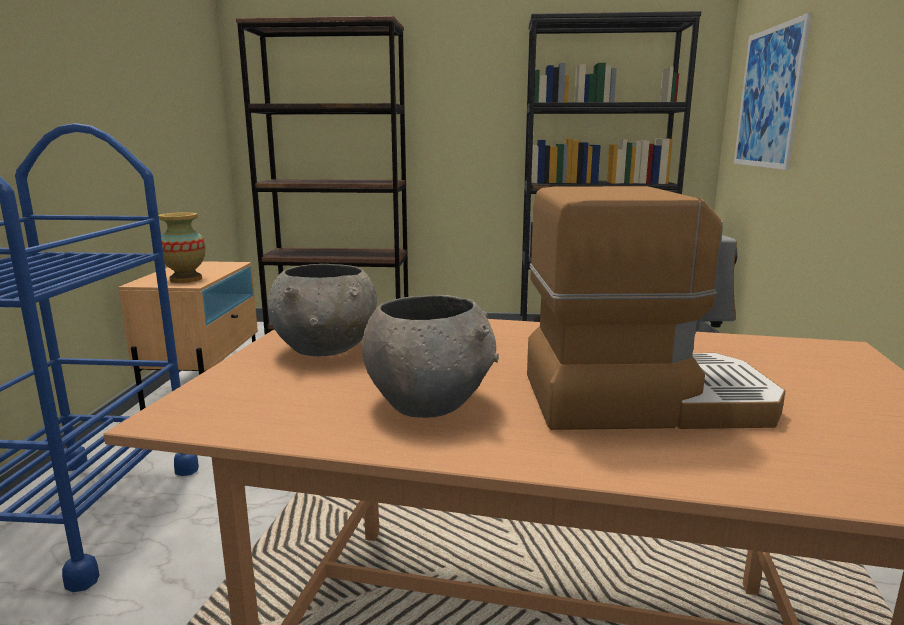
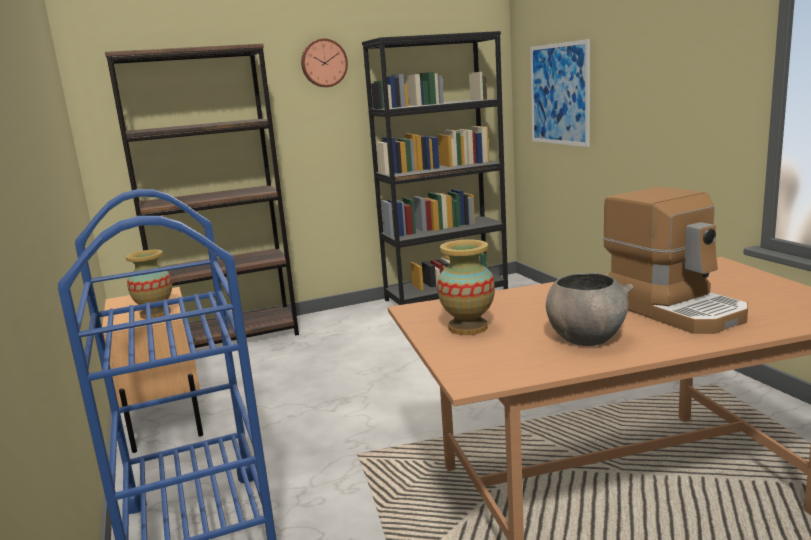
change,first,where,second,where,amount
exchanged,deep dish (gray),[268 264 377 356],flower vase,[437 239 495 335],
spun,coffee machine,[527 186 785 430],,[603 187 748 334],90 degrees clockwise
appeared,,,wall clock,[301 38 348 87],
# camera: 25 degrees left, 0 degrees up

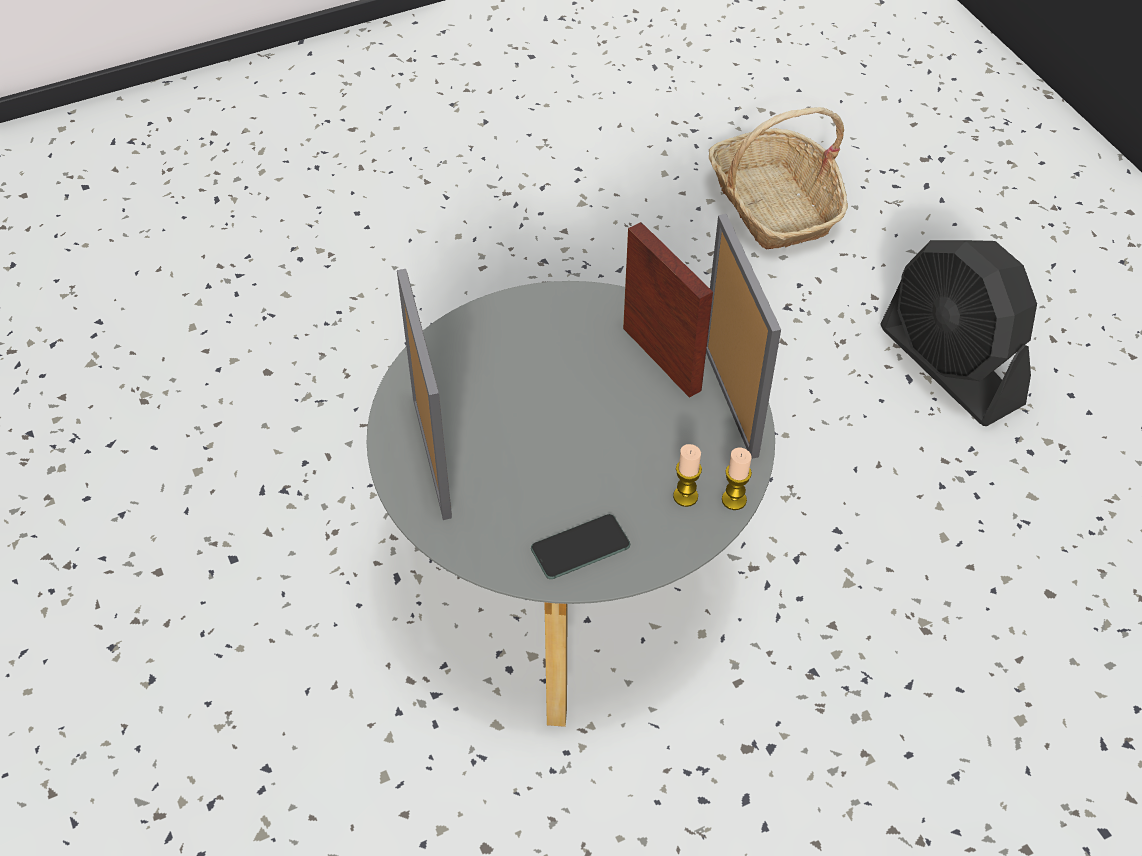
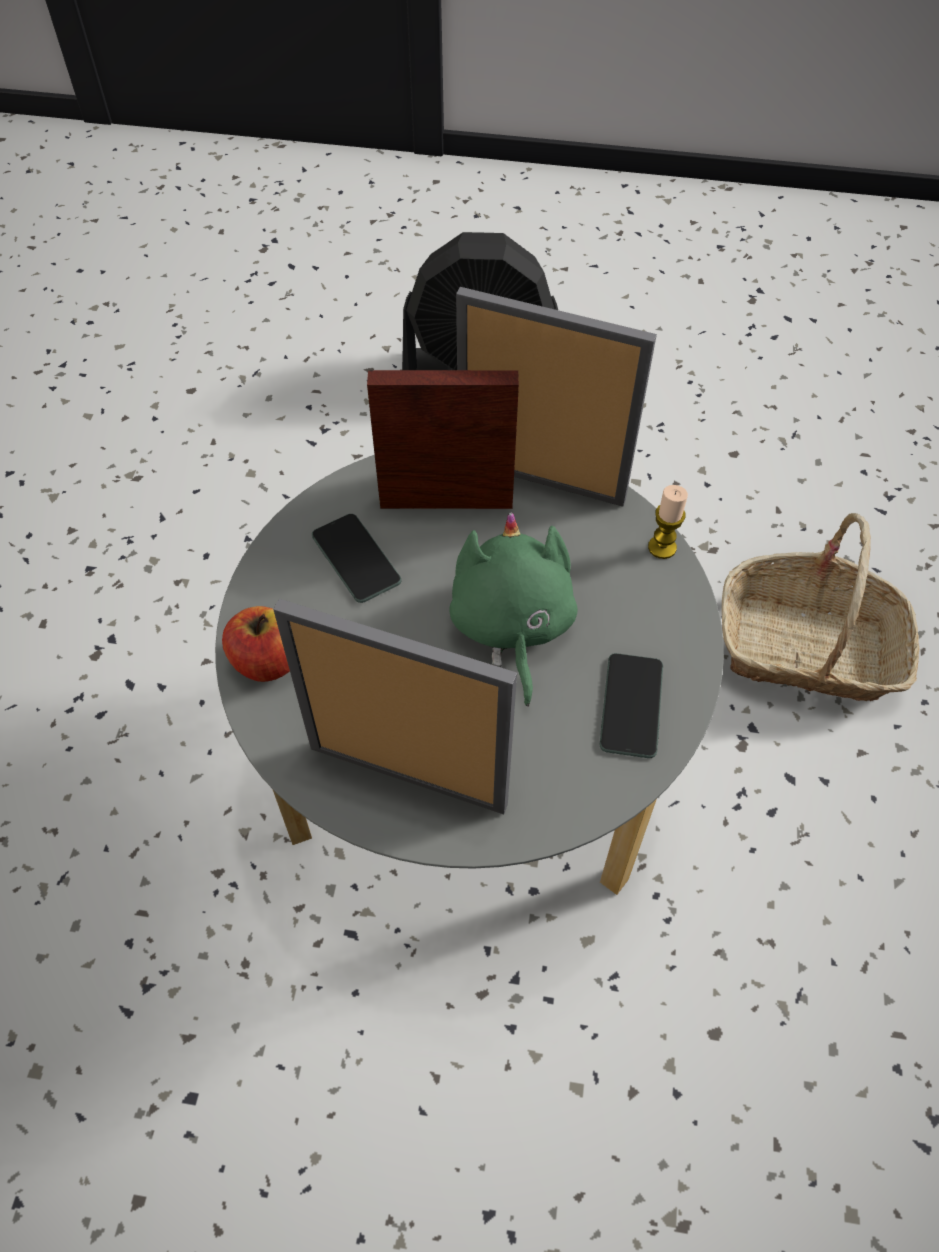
change,first,where,second,where,amount
missing,candle,[673 444 702 507],,,
relocated,household basket,[709 107 848 249],,[722 513 919 701],
appeared,,,whole apple,[222 606 290 682],
appeared,,,telephone,[312 514 401 603],
appeared,,,soft toy (green-coloured),[449 512 578 707],
# camera: 55 degrees left, 5 degrees up

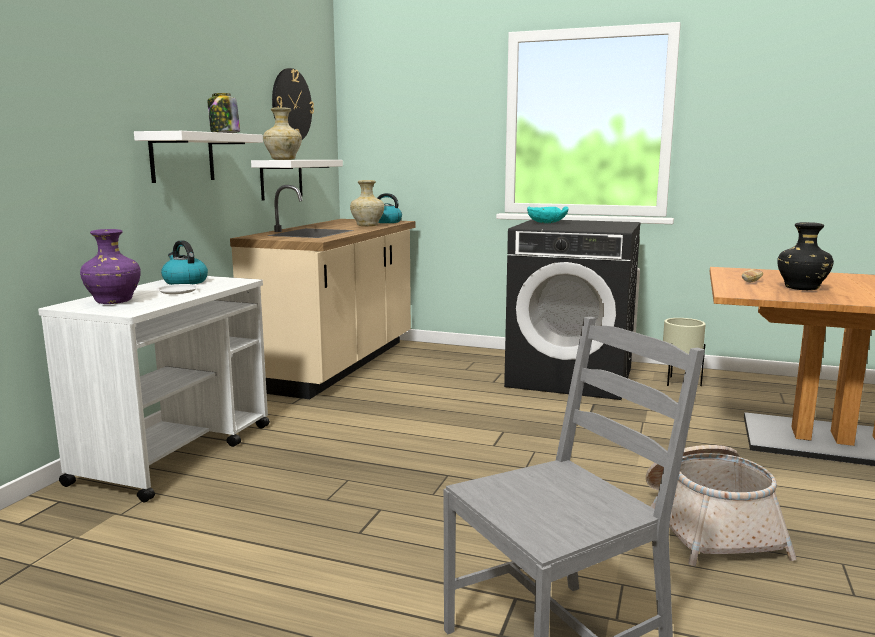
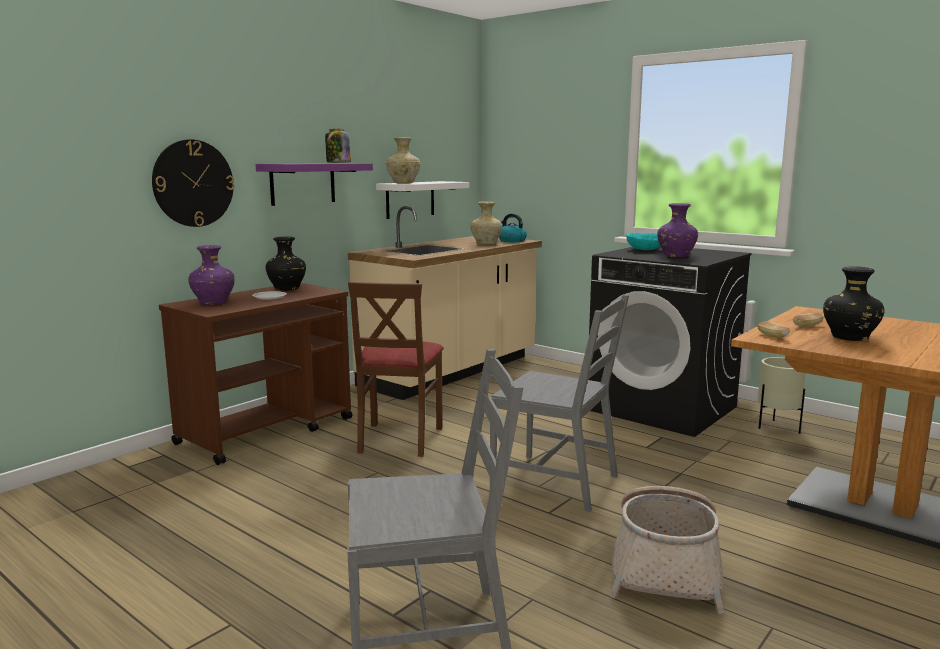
change,first,where,second,where,amount
colour,cart (whitish),[38 276 270 502],cart (brown),[159 283 352 465],
colour,shelf (whitish),[134 131 263 183],shelf (purple),[256 163 373 206],
exchanged,water kettle,[161 240 208 285],flower vase (blackish),[266 237 306 291],
relocated,wall clock,[272 68 314 140],,[152 139 235 227],
appeared,,,plain chair (brown),[348 282 444 457],
appeared,,,plain chair (gray),[490 295 629 512],
appeared,,,flower vase (purple),[657 203 698 257],
appeared,,,bread,[757 321 790 338],
# camera: 20 degrees right, 0 degrees up

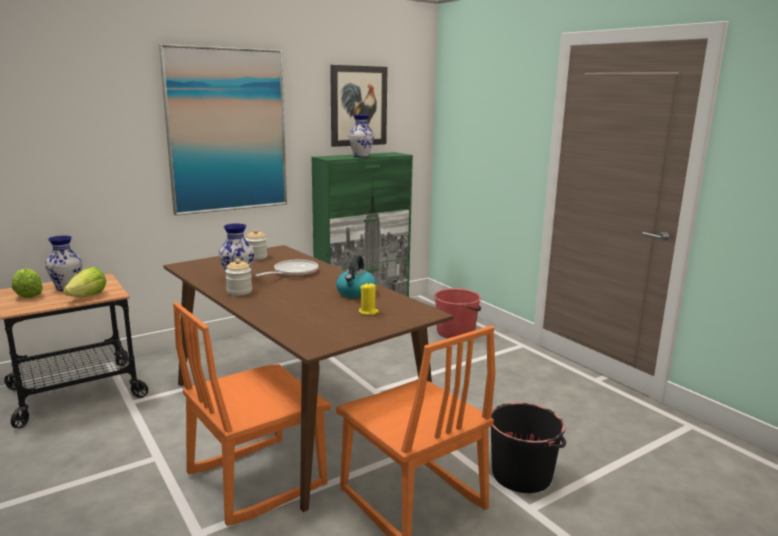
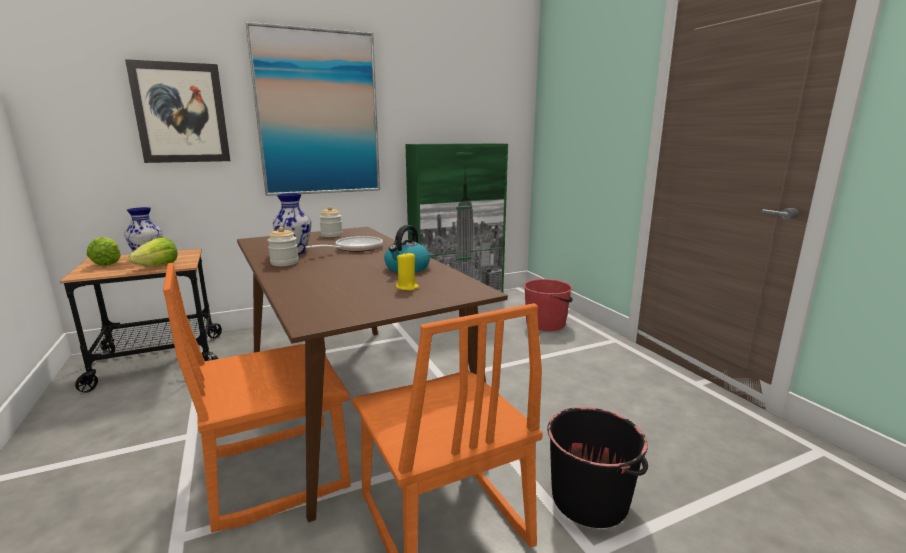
change,first,where,second,where,amount
relocated,wall art,[330 65 388 147],,[125 59 230 163],
missing,flower vase,[349 115 374 157],,,
# camera: 10 degrees right, 0 degrees up

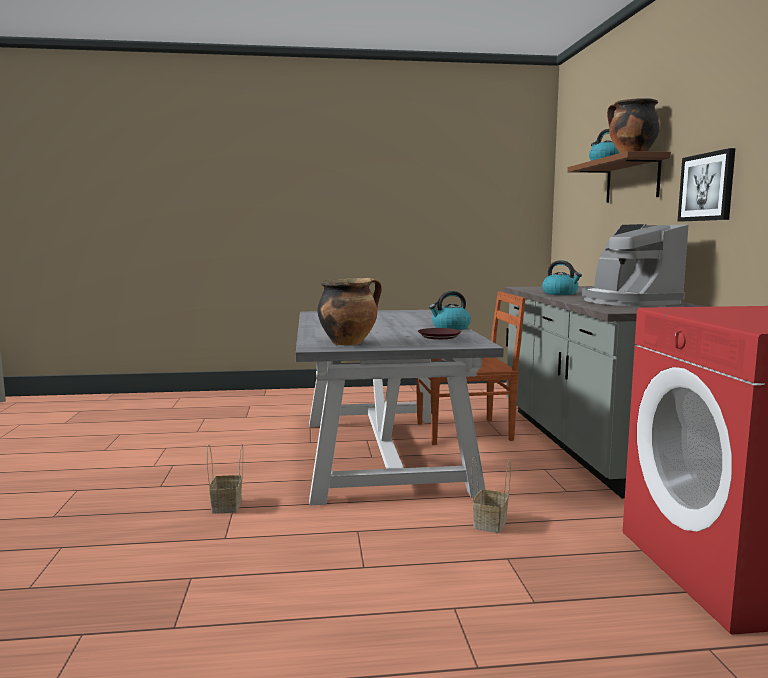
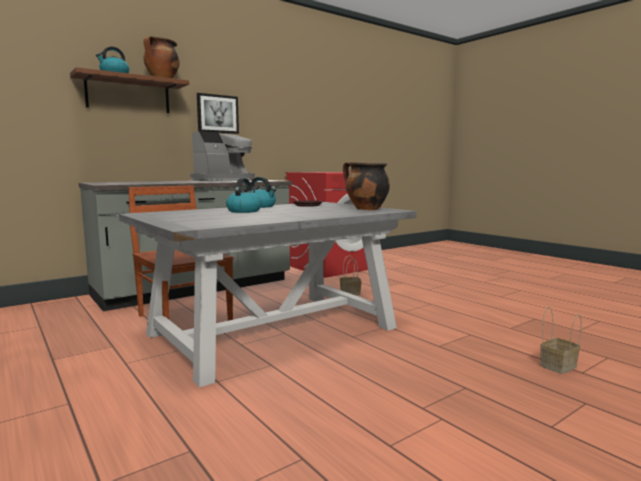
change,first,where,second,where,amount
relocated,household basket,[207 444 243 514],,[540 306 582 374],
relocated,water kettle,[542 260 582 295],,[226 178 261 213],
# camera: 120 degrees left, 0 degrees up

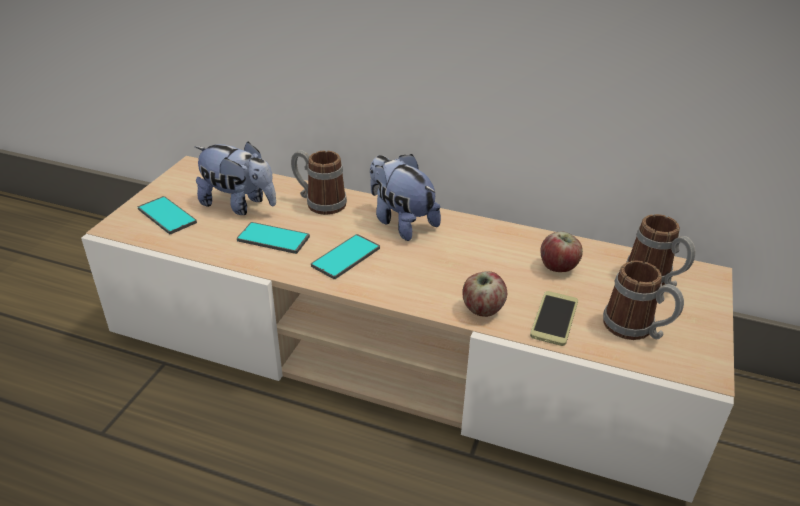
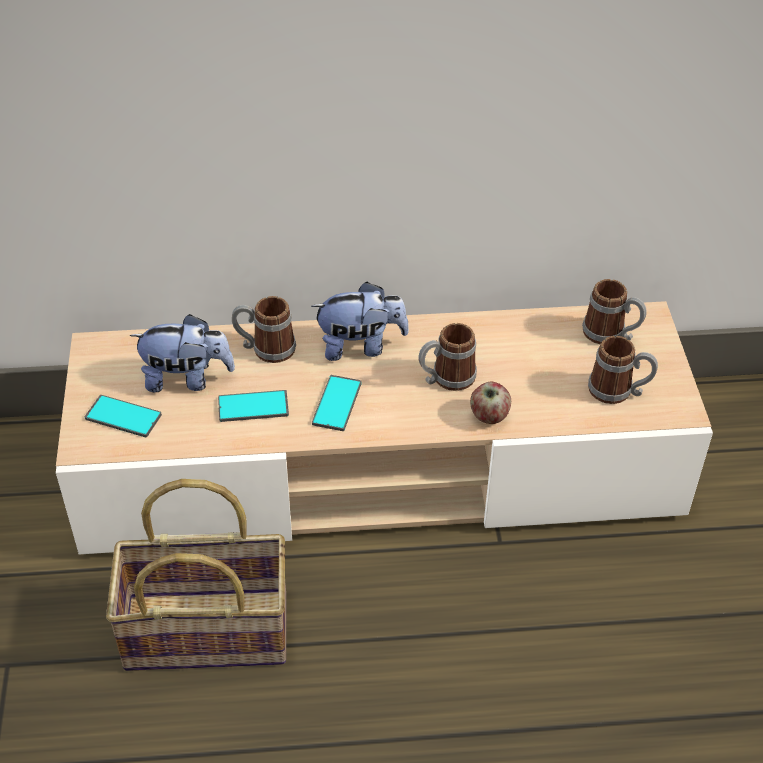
change,first,where,second,where,amount
spun,soft toy,[370 154 441 241],,[311 282 409 361],150 degrees clockwise
missing,telephone,[530 291 578 346],,,
missing,whole apple,[540 232 583 272],,,
appeared,,,household basket,[106 479 286 671],
appeared,,,coffee mug,[418 323 477 391],
# camera: 25 degrees left, 10 degrees up

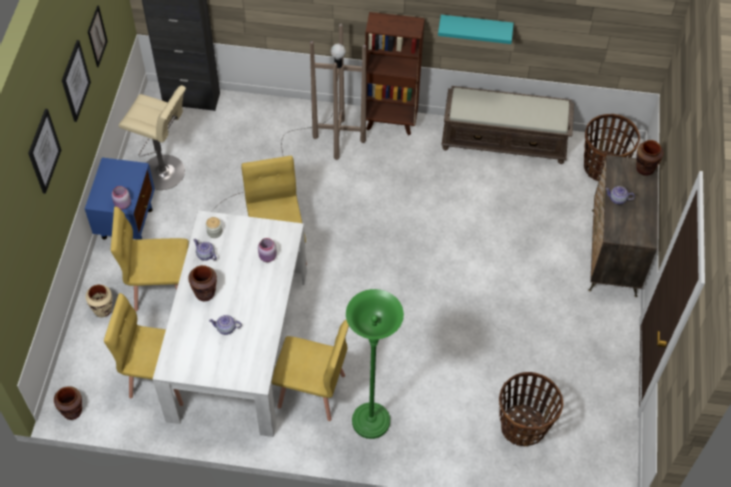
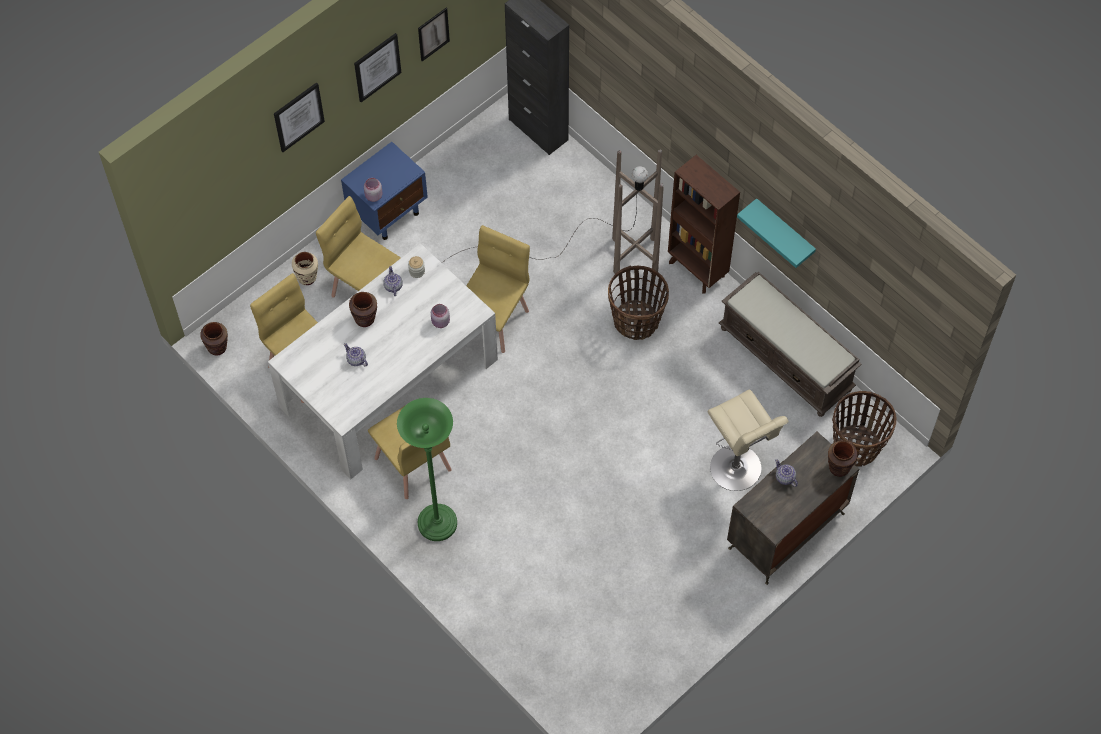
change,first,where,second,where,amount
relocated,stool seat (beige),[119 85 186 190],,[708 389 789 491],
relocated,household basket,[499 372 563 446],,[608 266 669 340],
# camera: 40 degrees right, 5 degrees up

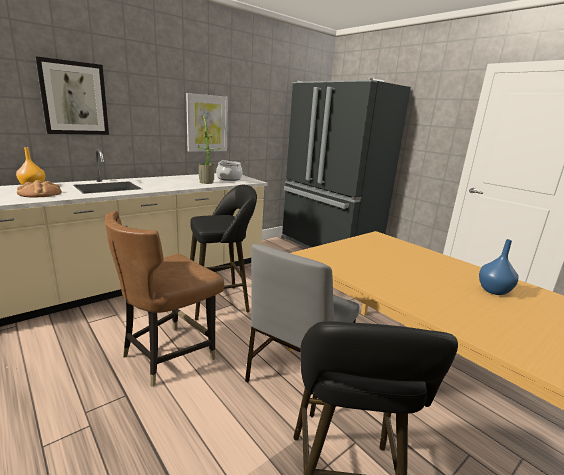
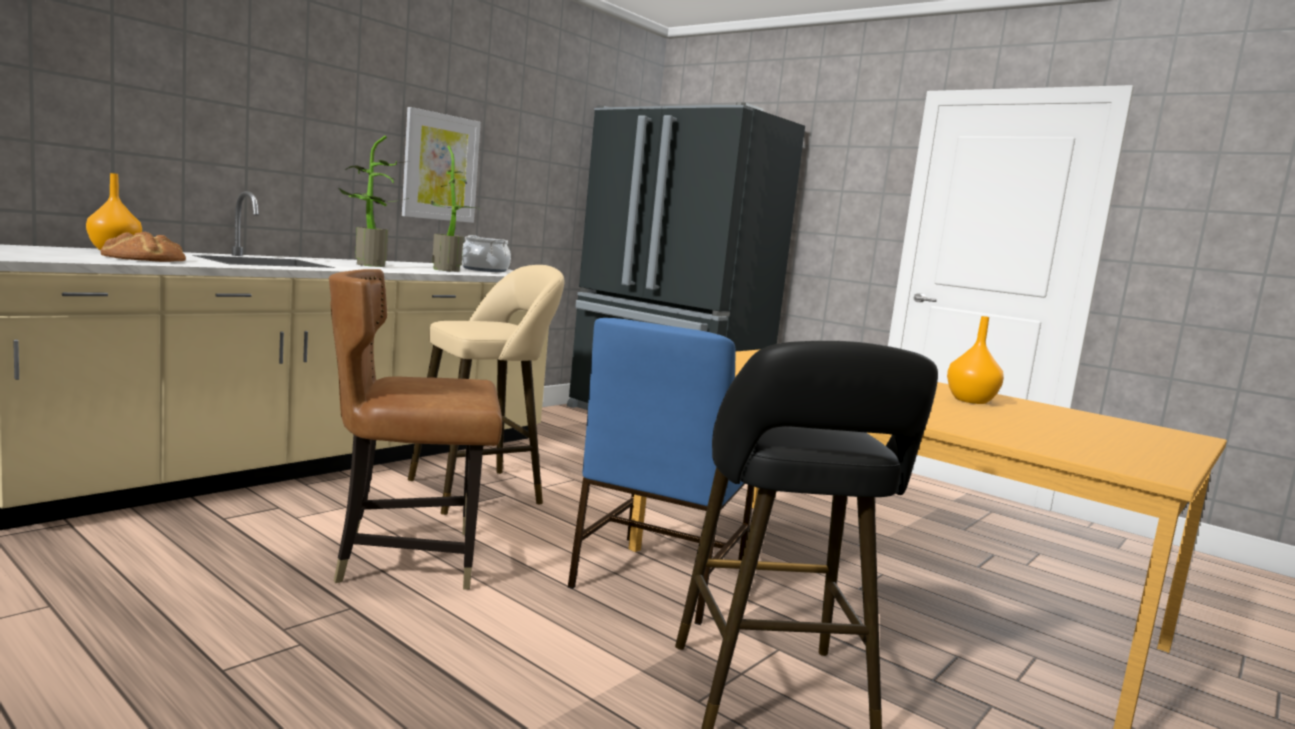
change,first,where,second,where,amount
missing,wall art,[35 56 109 135],,,
spun,plain chair (brown),[105 211 224 387],,[329 269 502 590],45 degrees clockwise
colour,stool seat (blackish),[190 185 257 321],stool seat (beige),[408 265 564 515],
colour,plain chair (gray),[245 244 359 418],plain chair (blue-coloured),[568 318 754 625],
colour,flower vase (blue-coloured),[479 239 518 295],flower vase (orange),[947 316 1004 404],
appeared,,,potted plant,[339 136 409 267],
# camera: 10 degrees left, 10 degrees down

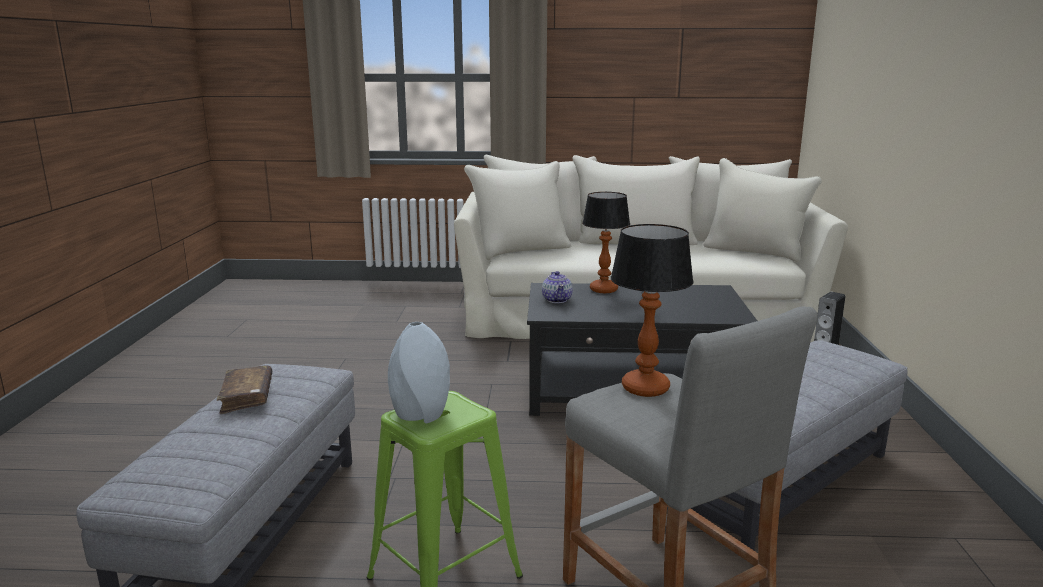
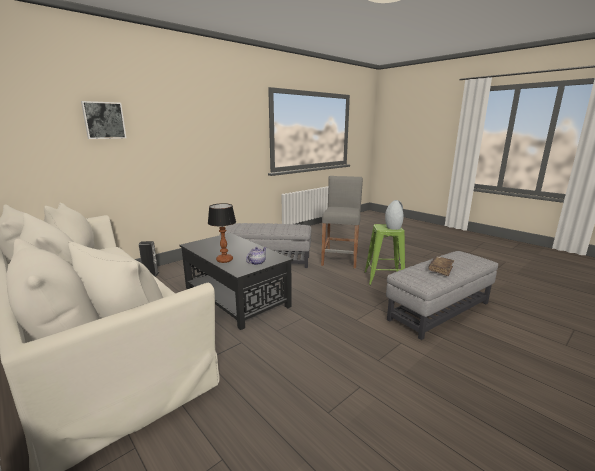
change,first,where,second,where,amount
missing,table lamp,[611 224 694 397],,,
appeared,,,wall art,[81 101 126 139],
# camera: 135 degrees left, 0 degrees up

